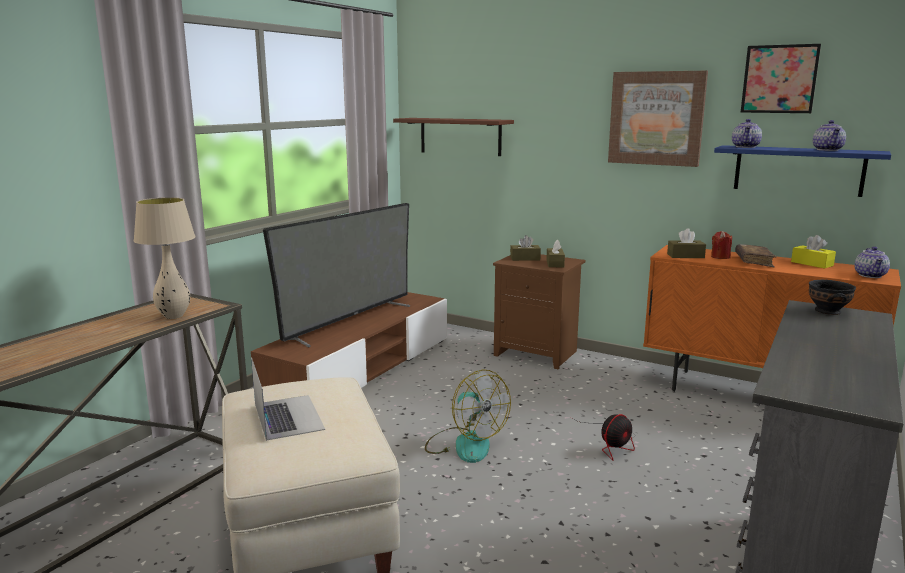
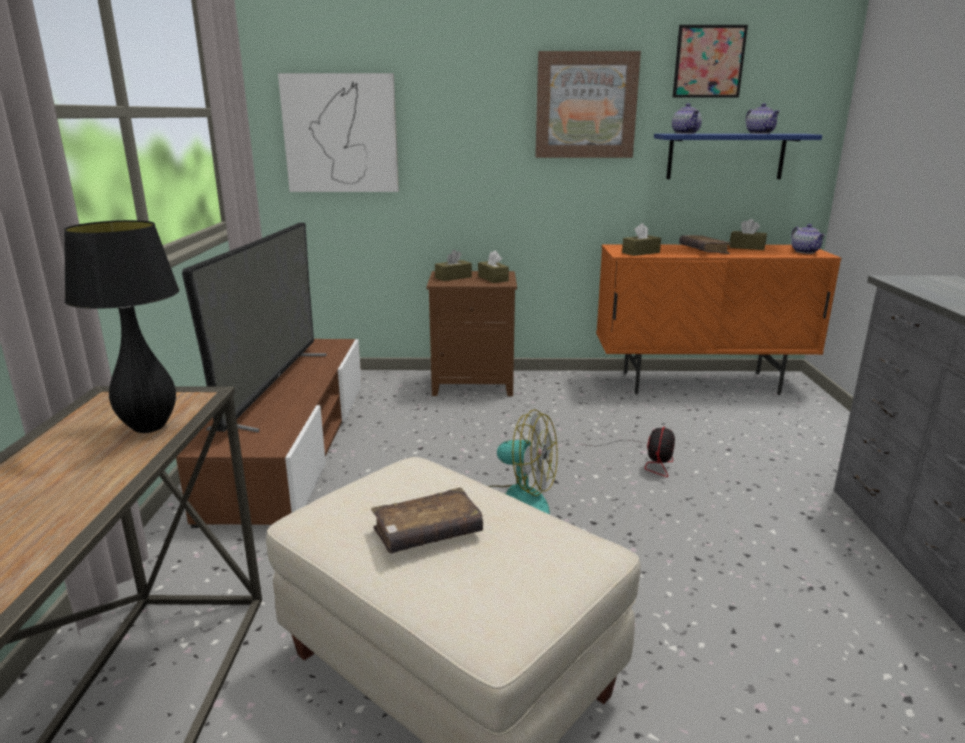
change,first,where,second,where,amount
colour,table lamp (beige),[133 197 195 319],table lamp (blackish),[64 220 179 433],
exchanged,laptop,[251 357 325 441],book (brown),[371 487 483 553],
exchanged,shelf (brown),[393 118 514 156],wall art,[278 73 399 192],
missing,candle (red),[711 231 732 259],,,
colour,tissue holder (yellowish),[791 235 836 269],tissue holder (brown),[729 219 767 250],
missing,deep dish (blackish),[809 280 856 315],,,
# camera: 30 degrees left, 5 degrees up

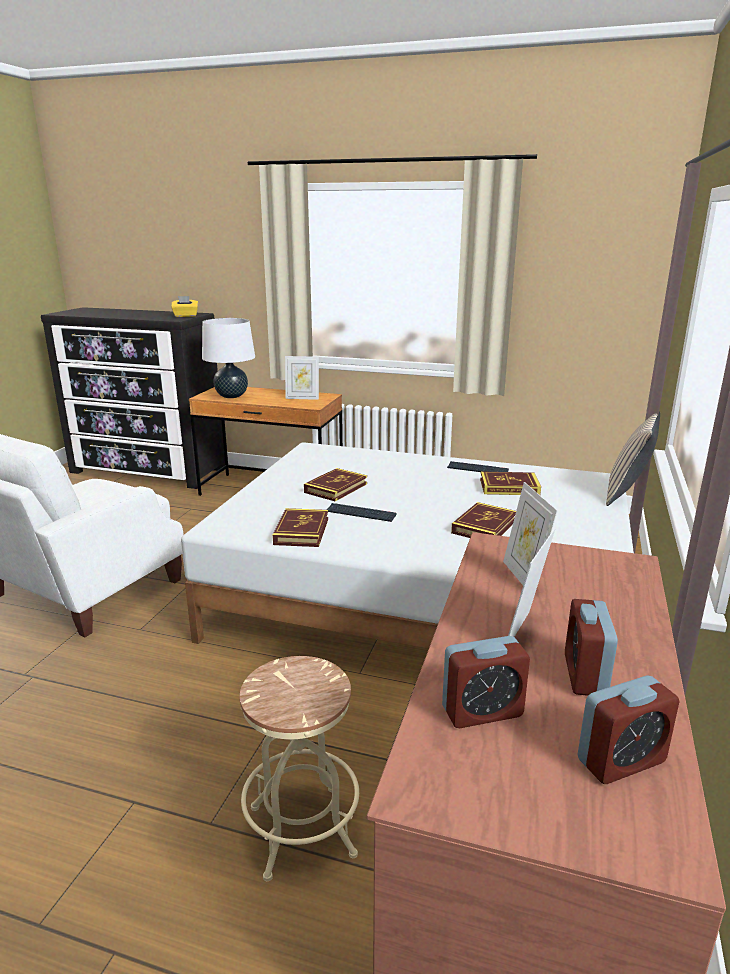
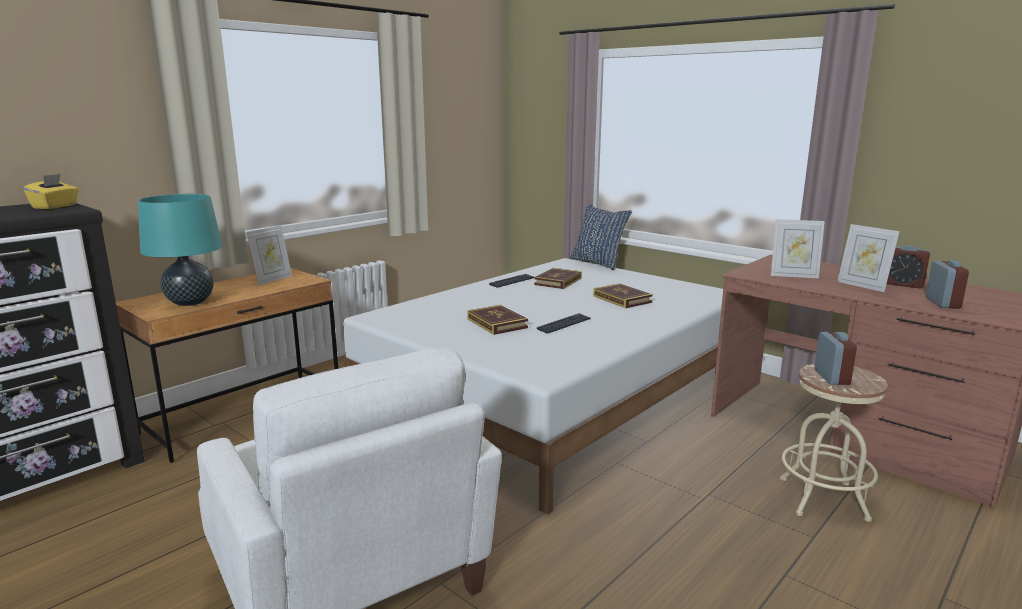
change,first,where,second,where,amount
colour,table lamp (whitish),[202 318 255 398],table lamp (blue-green),[138 194 223 306],
missing,book,[273 508 328 547],,,
relocated,table clock,[578 675 680 784],,[814 332 857 385],
colour,pillow (beige),[606 412 660 506],pillow (blue-coloured),[570 205 632 270],
# camera: 65 degrees left, 5 degrees down

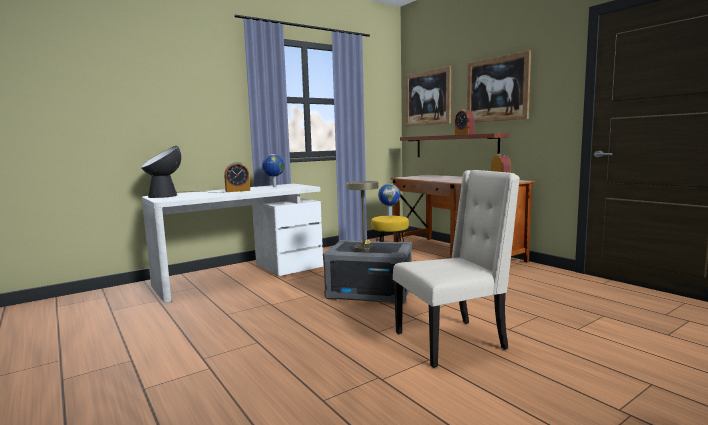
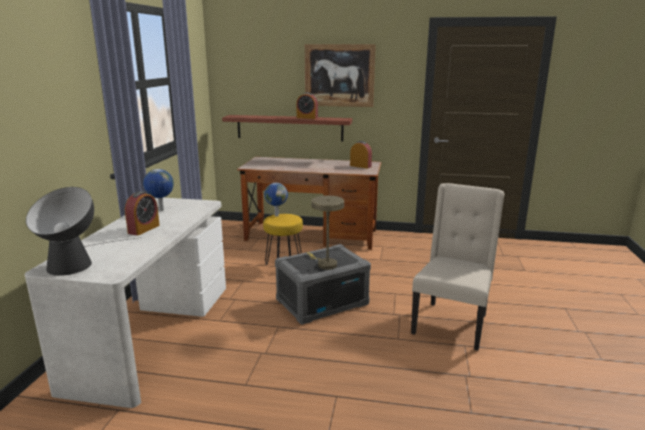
change,first,where,second,where,amount
missing,wall art,[405 66 451 126],,,
# camera: 45 degrees left, 10 degrees up

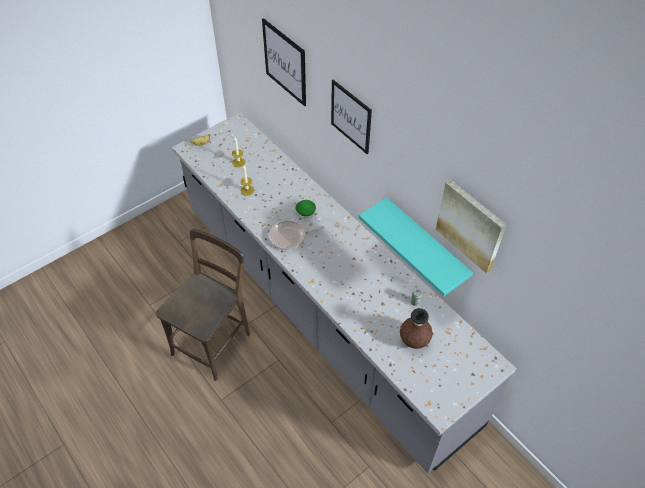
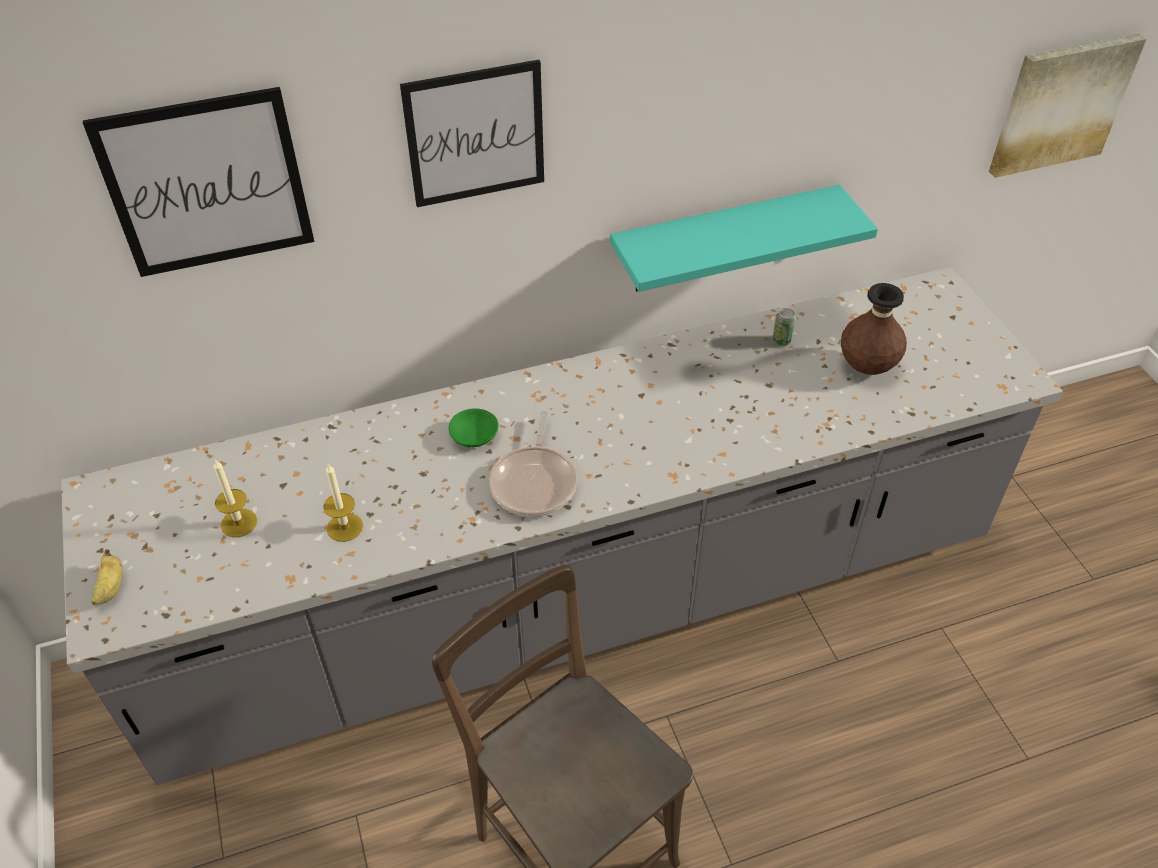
change,first,where,second,where,amount
relocated,wall art,[436 180 507 273],,[989 33 1146 178],
# camera: 70 degrees left, 5 degrees down

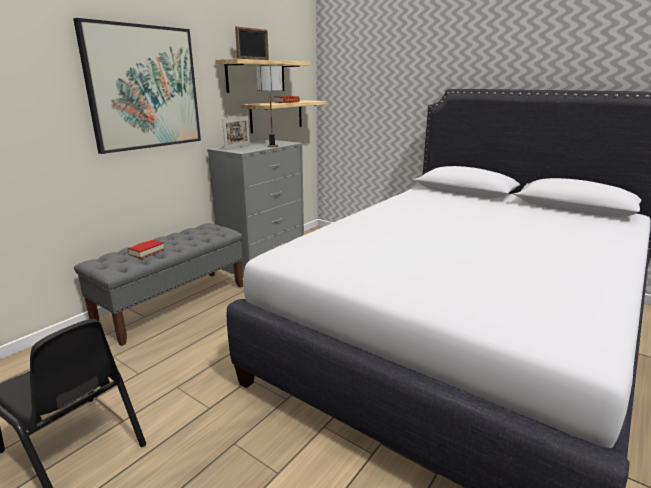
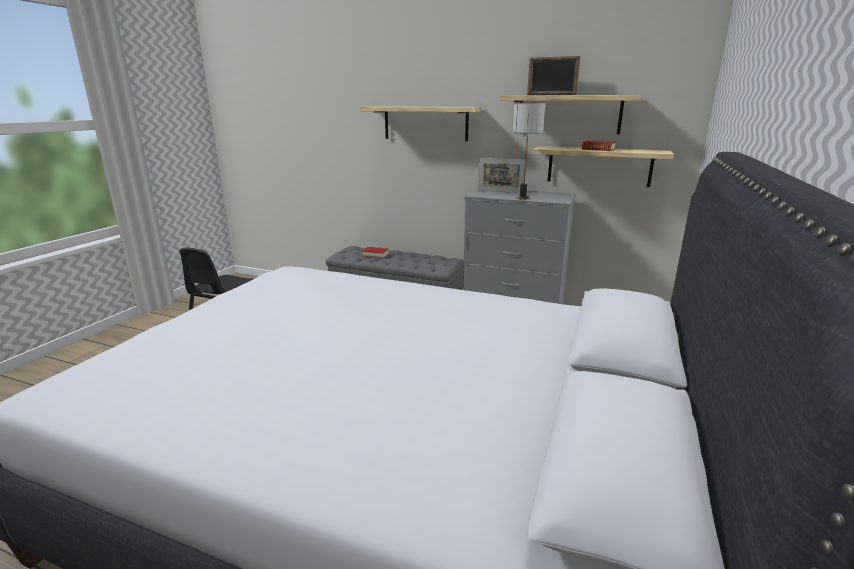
change,first,where,second,where,amount
exchanged,wall art,[73 18 201 154],shelf,[360 106 481 141],
# camera: 75 degrees right, 0 degrees up

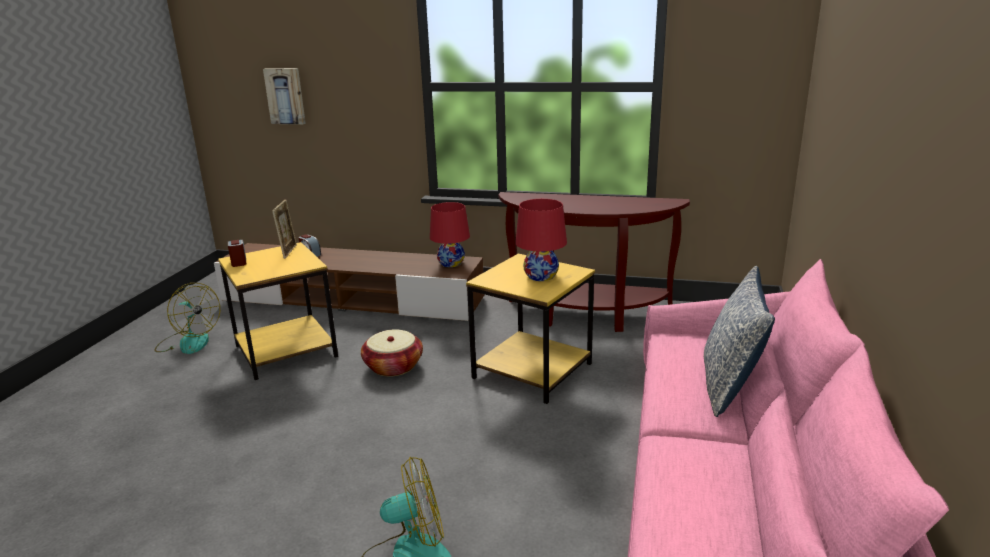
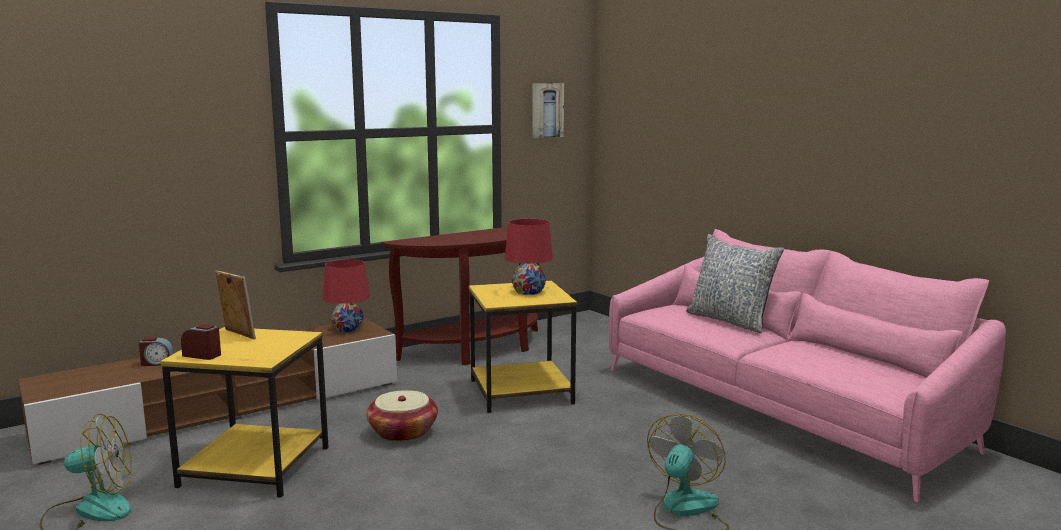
change,first,where,second,where,amount
relocated,wall art,[263 68 306 124],,[532 83 564 138],
# camera: 50 degrees left, 10 degrees down

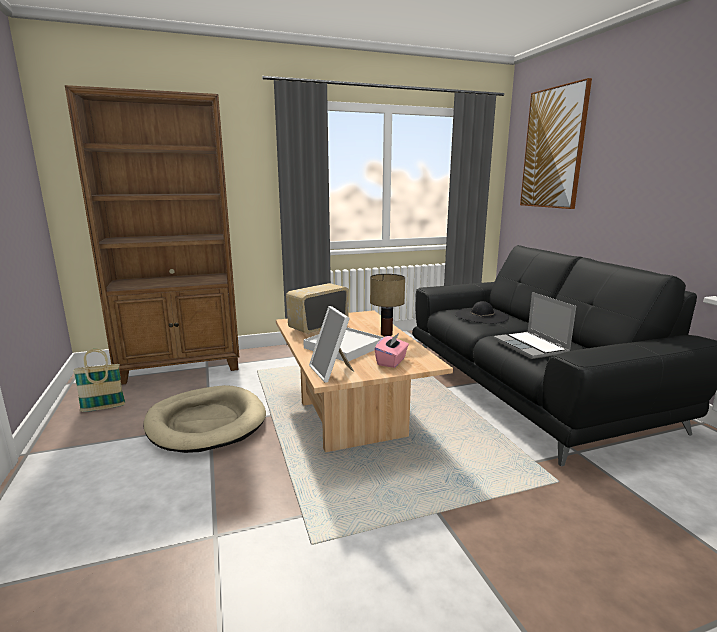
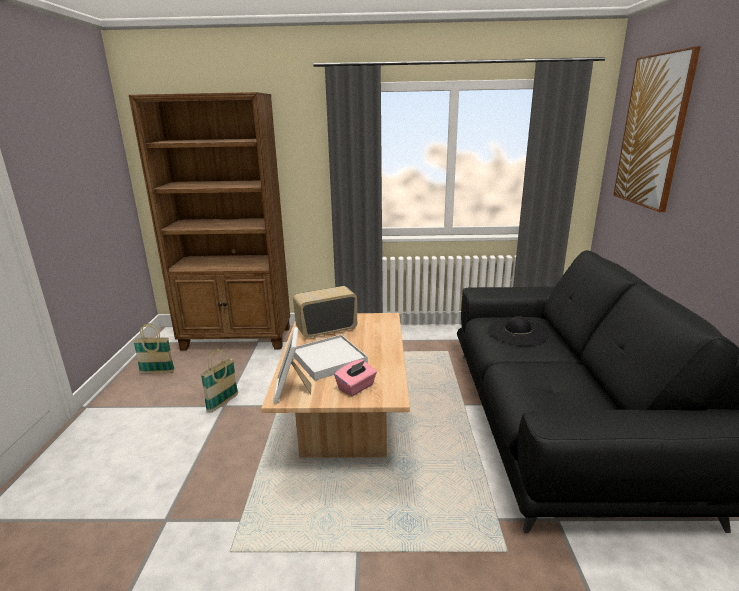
change,first,where,second,where,amount
exchanged,pet bed (beige),[144 385 266 453],household basket,[200 349 238 413],
missing,table lamp,[370 274 405 336],,,
missing,laptop,[494 292 576 359],,,
# camera: 20 degrees right, 5 degrees up

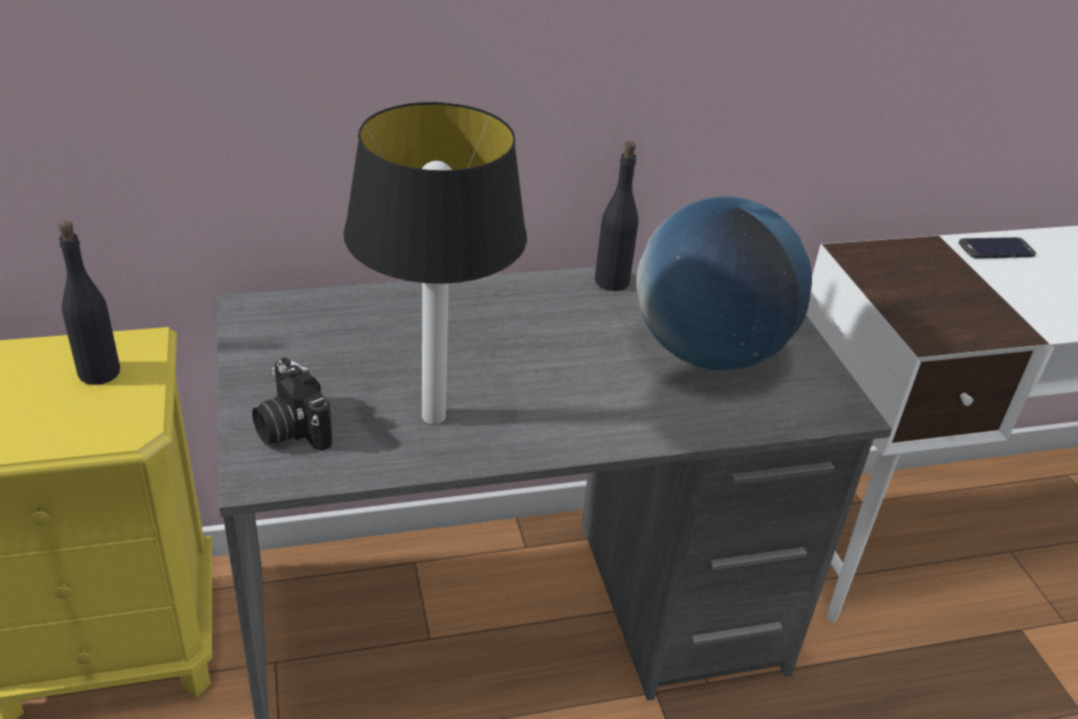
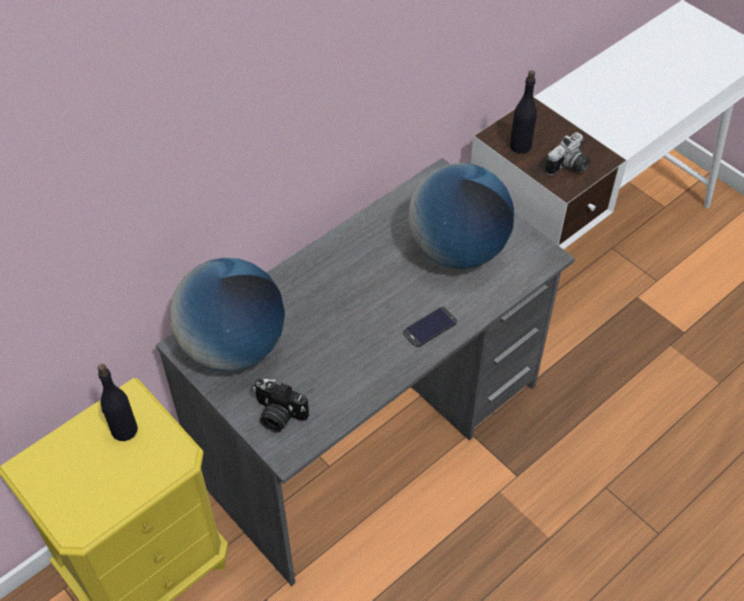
change,first,where,second,where,amount
missing,table lamp,[343 102 527 424],,,
relocated,beverage bottle (blackish),[595 141 638 291],,[510 70 537 154],
relocated,telephone,[959 237 1036 259],,[403 307 457 347],
appeared,,,desk globe,[170 258 285 372],
appeared,,,photo camera,[545 133 590 175],
# camera: 25 degrees left, 15 degrees up

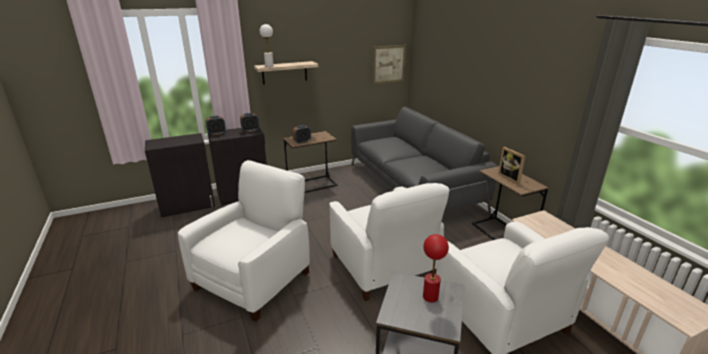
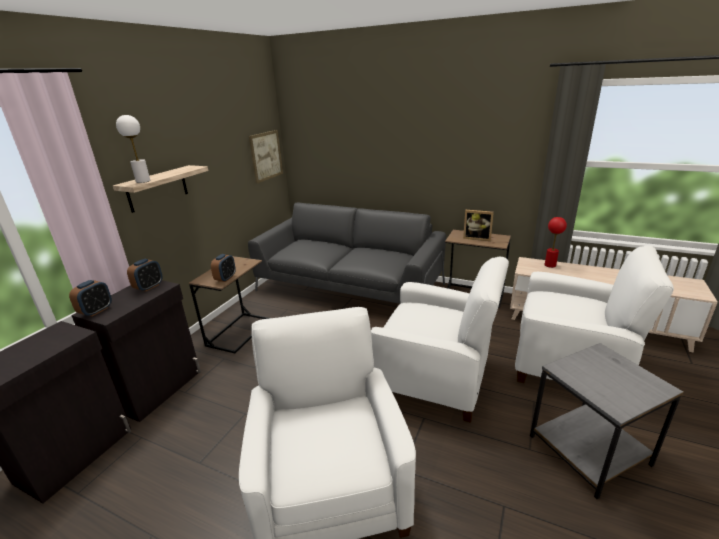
change,first,where,second,where,amount
relocated,table lamp (red),[423 234 449 303],,[545 217 567 268],
# camera: 40 degrees left, 0 degrees up

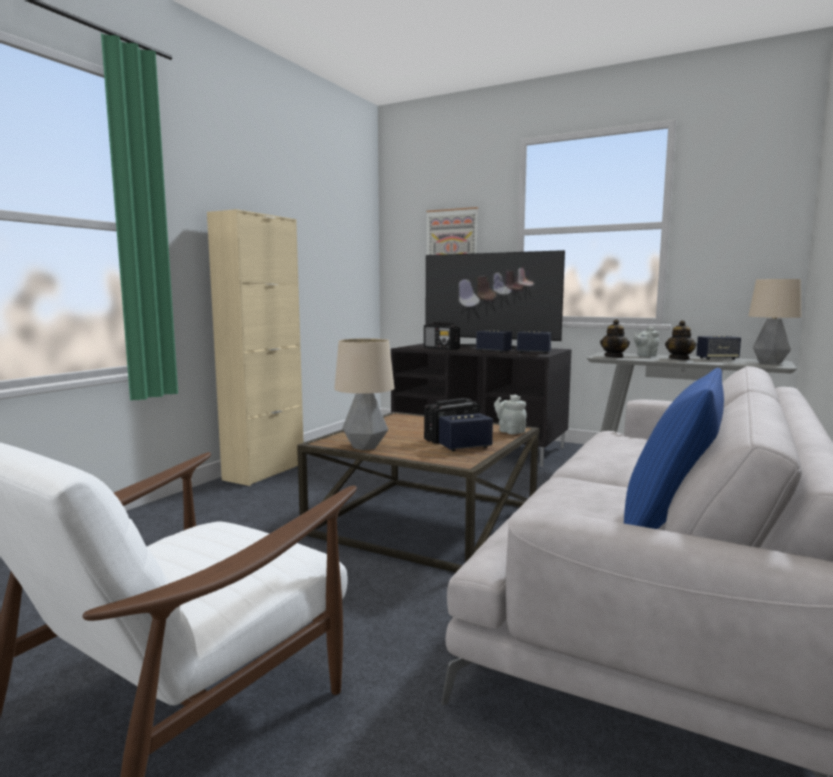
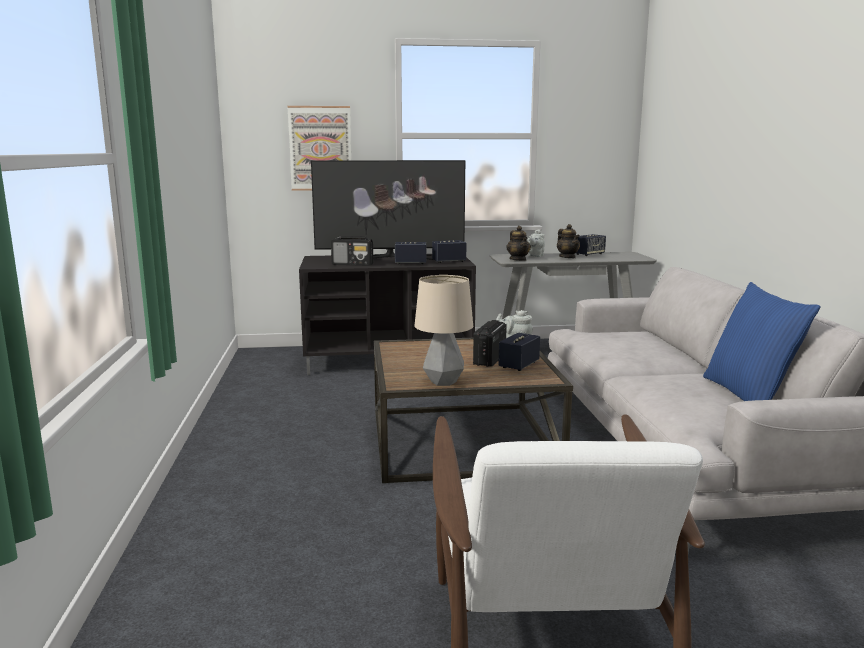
change,first,where,second,where,amount
missing,cupboard (beige),[207 209 304 486],,,
missing,table lamp,[748 279 802 364],,,
# camera: 35 degrees left, 5 degrees up

